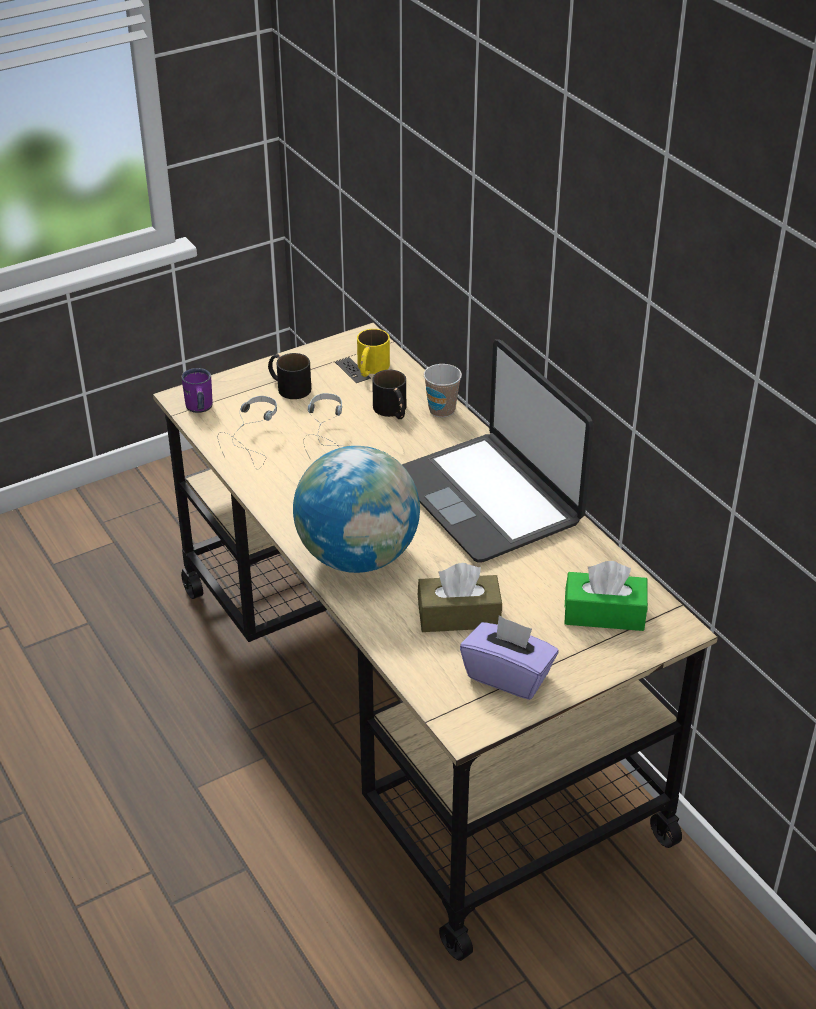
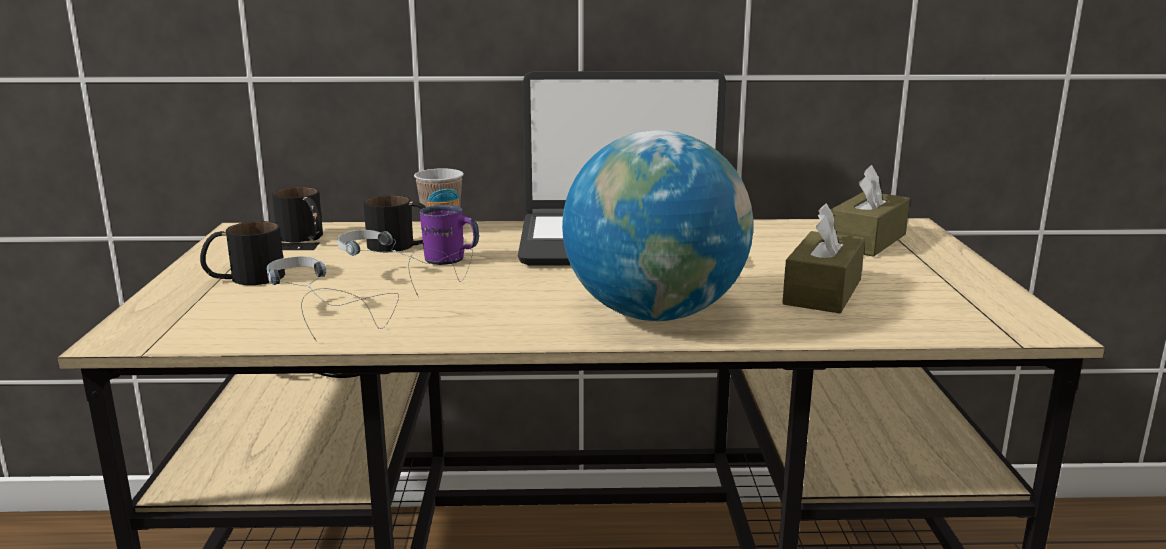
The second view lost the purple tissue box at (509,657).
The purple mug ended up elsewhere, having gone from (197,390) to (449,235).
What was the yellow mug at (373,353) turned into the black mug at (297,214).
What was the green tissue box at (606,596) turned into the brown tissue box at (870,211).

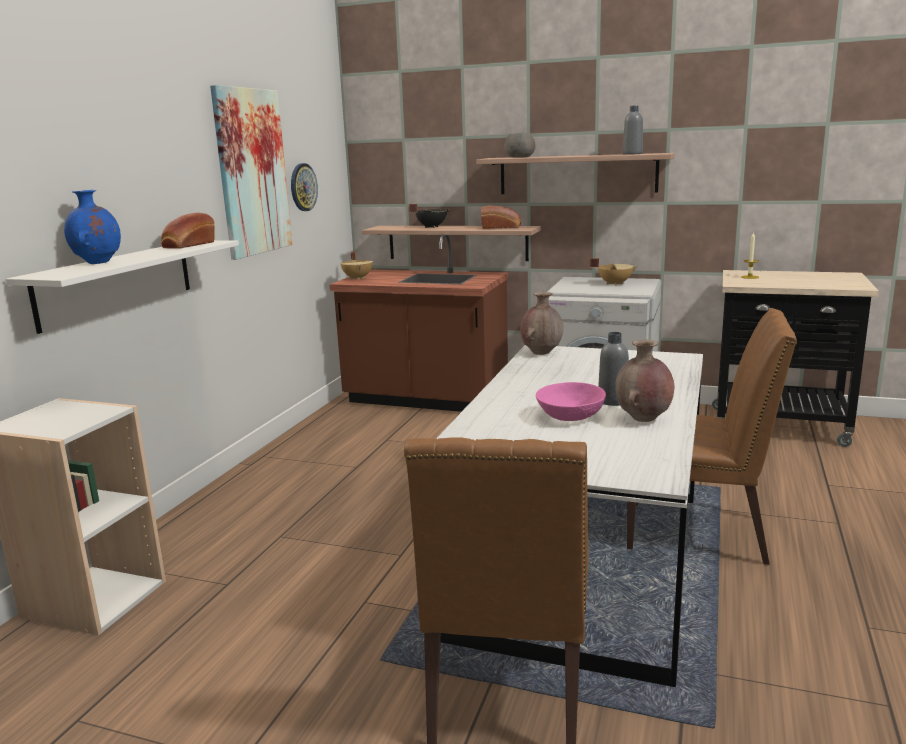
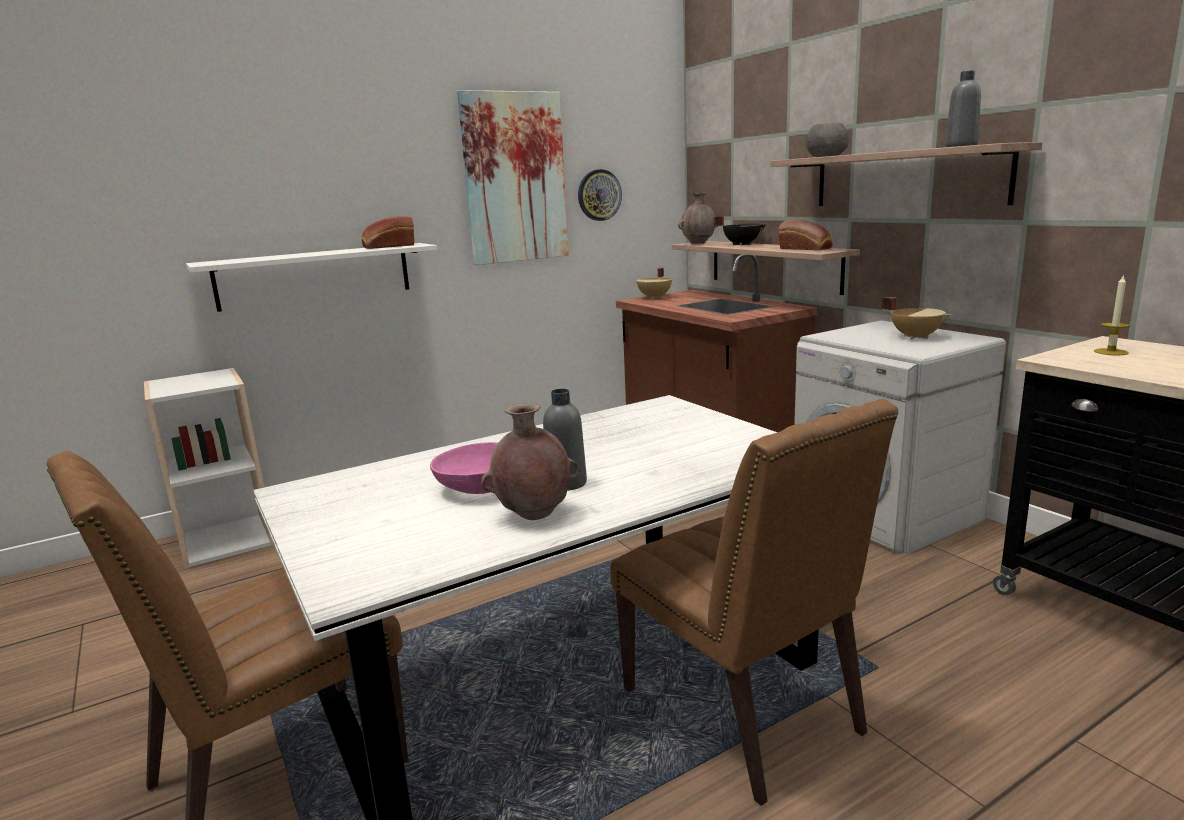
The second view lost the blue vase at (92,227).
The brown vase ended up elsewhere, having gone from (542,323) to (697,218).

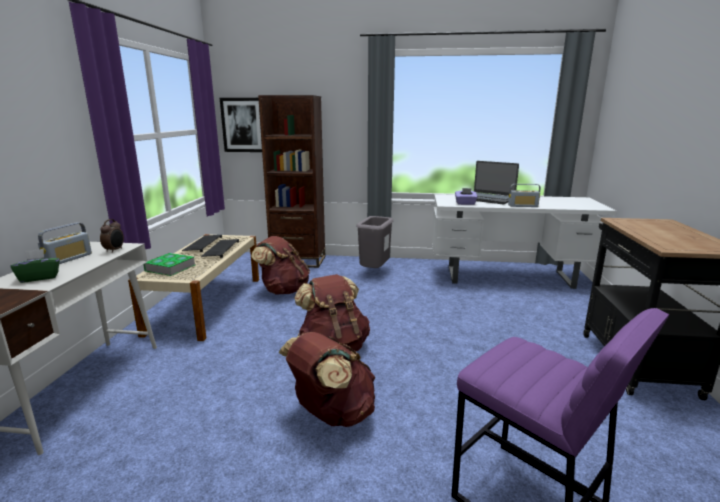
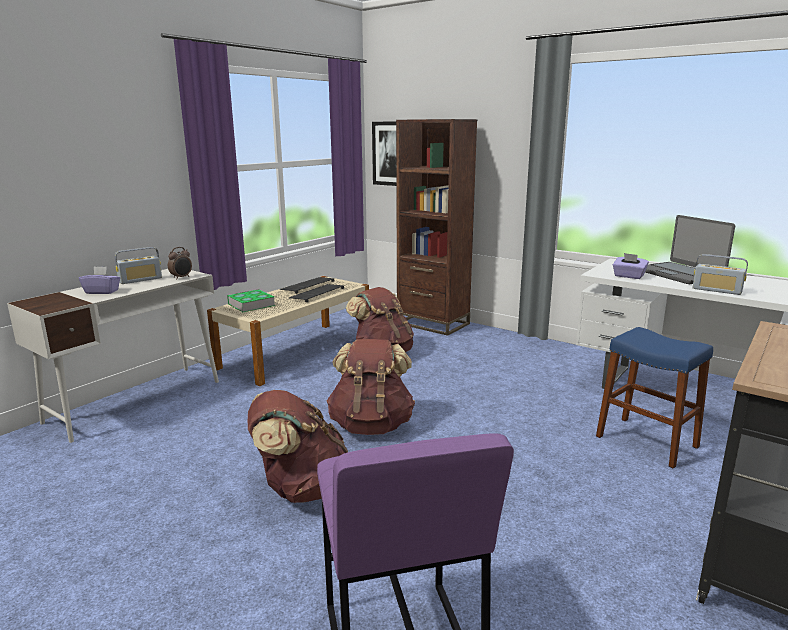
The second view lost the grey trash can at (374,242).
The second view gained the blue stool at (654,398).
What was the green tissue box at (35,266) turned into the purple tissue box at (99,280).

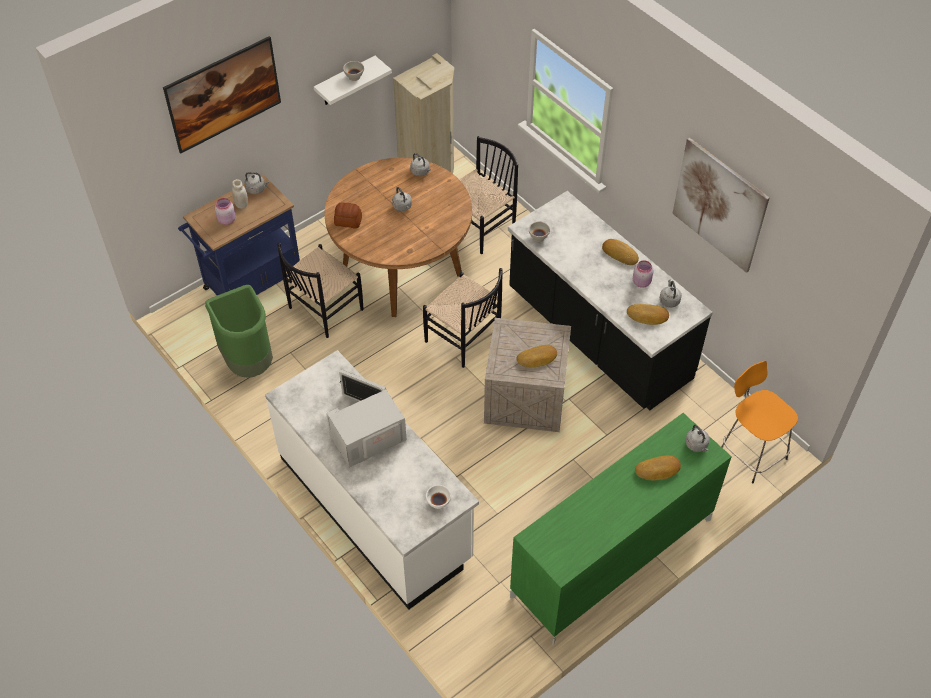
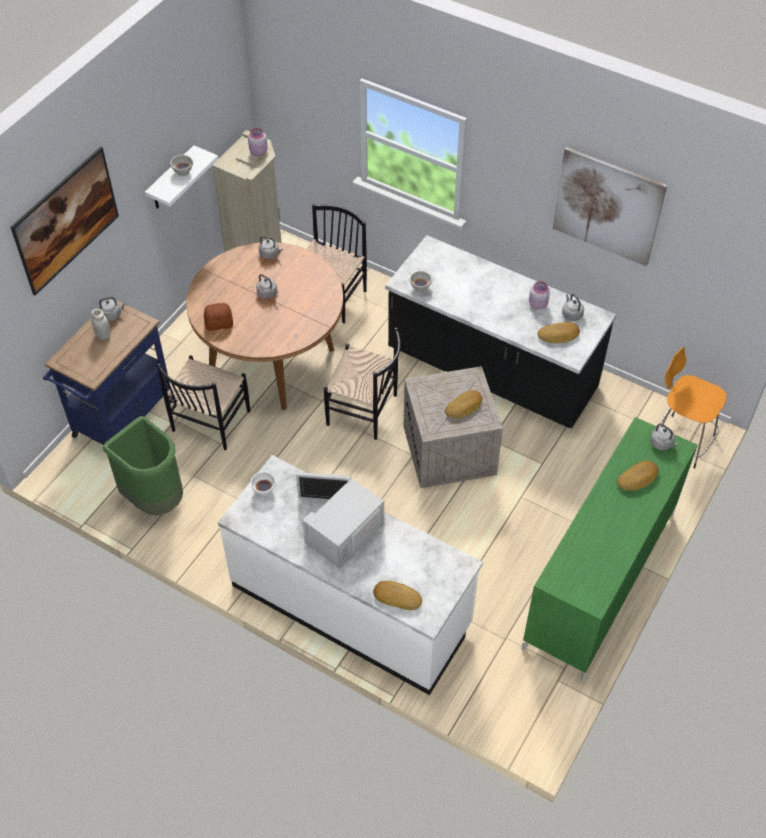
The pink jar ended up elsewhere, having gone from (225,211) to (258,142).
The white bowl ended up elsewhere, having gone from (438,497) to (263,484).
The bread ended up elsewhere, having gone from (620,252) to (397,595).

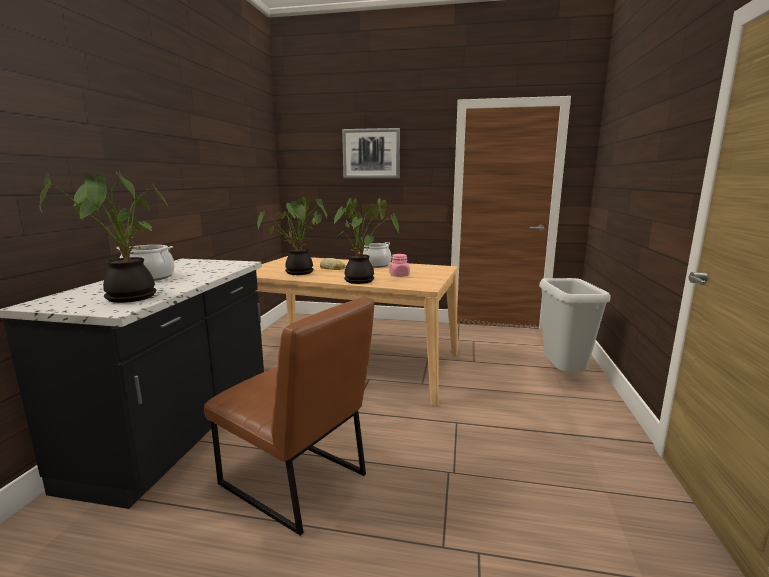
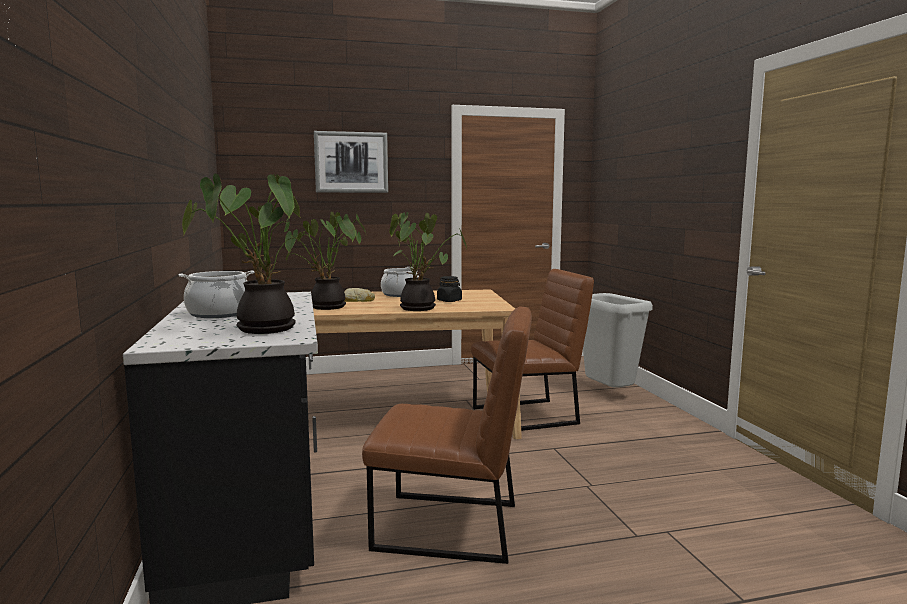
The second view gained the brown chair at (532,350).
What was the pink jar at (399,265) turned into the black jar at (449,289).

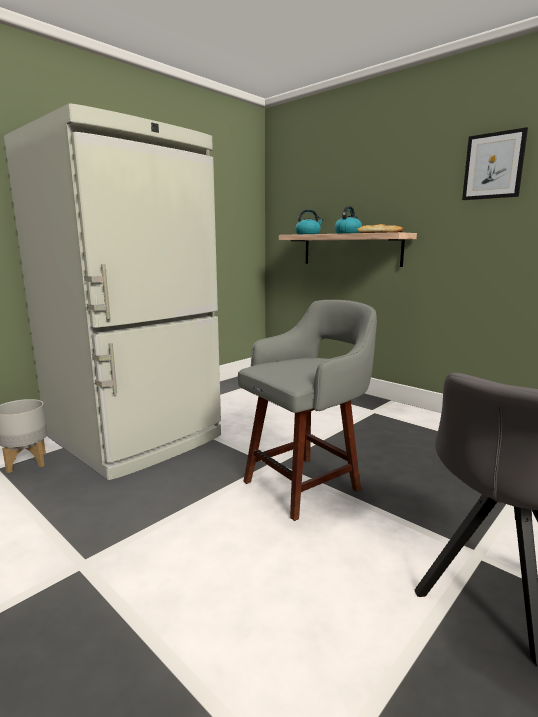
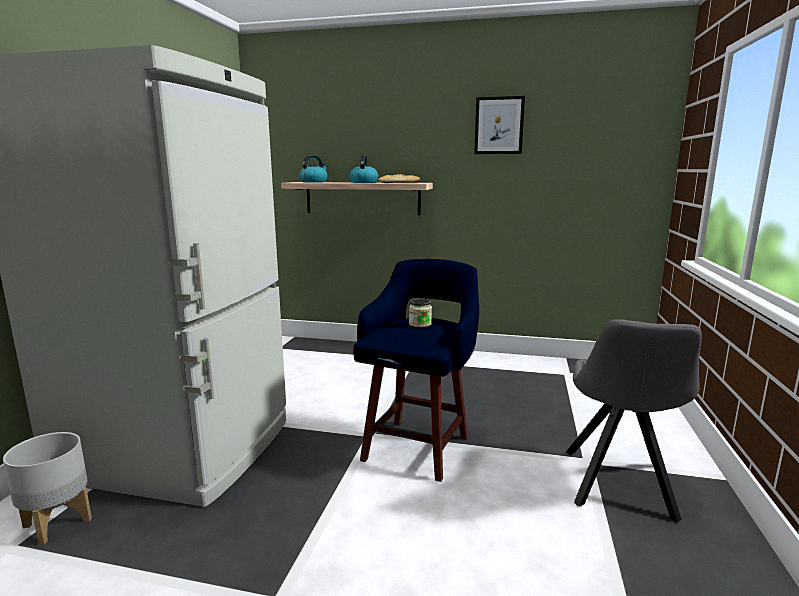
The second view gained the jar at (420,313).
What was the grey stool at (307,410) turned into the blue stool at (416,370).

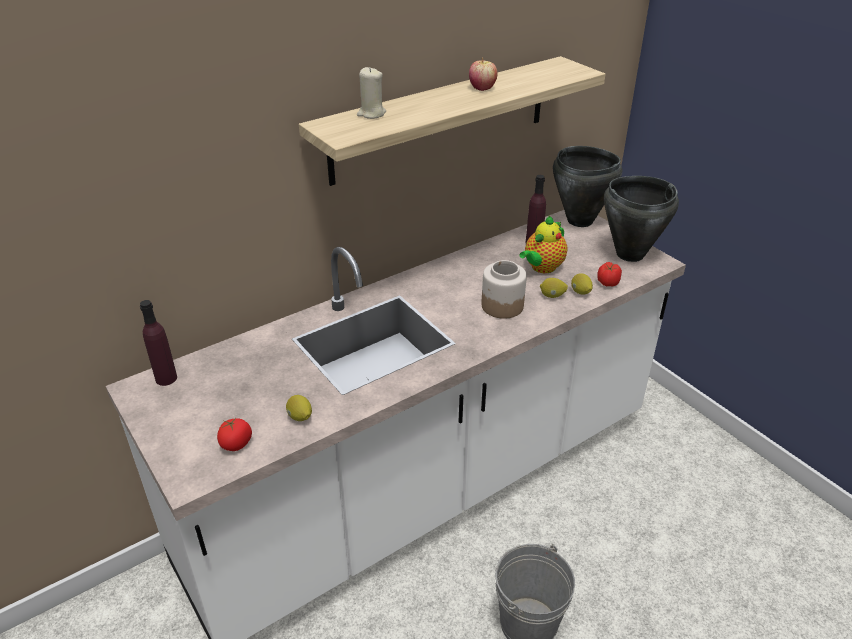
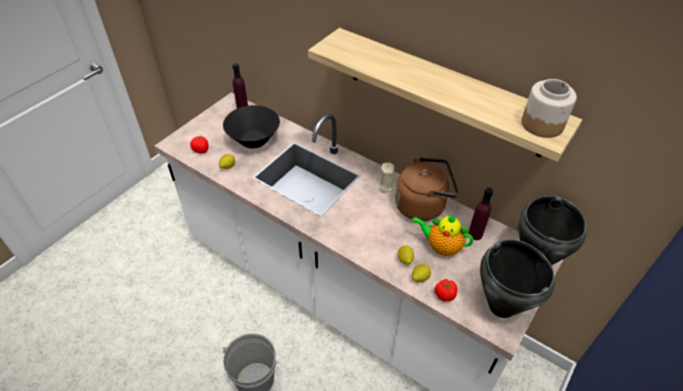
The second view lost the apple at (483,74).
The second view gained the black bowl at (251,126).
The second view gained the brown kettle at (427,189).
The beige candle ended up elsewhere, having gone from (371,93) to (386,177).
The jar ended up elsewhere, having gone from (504,289) to (549,108).

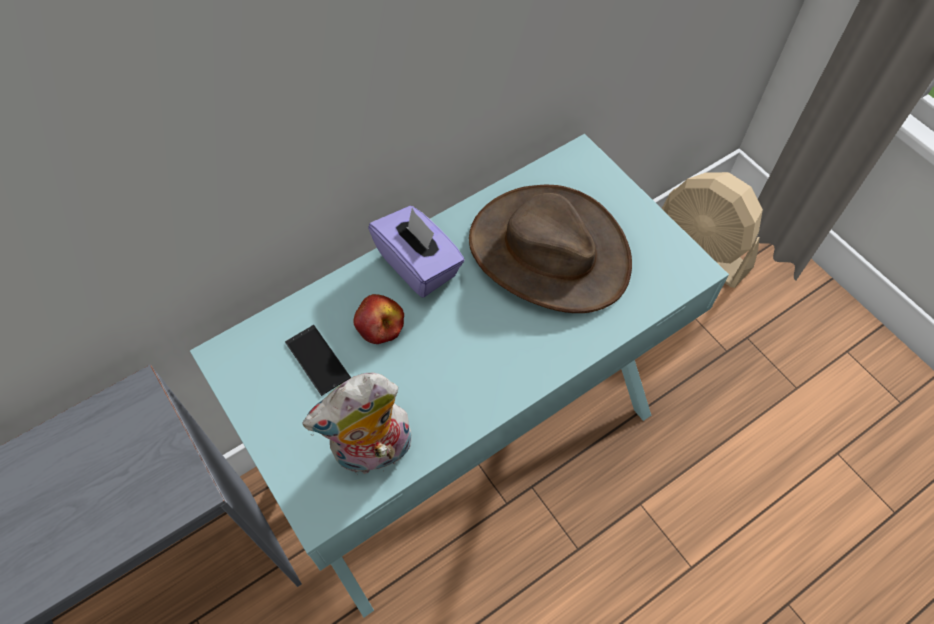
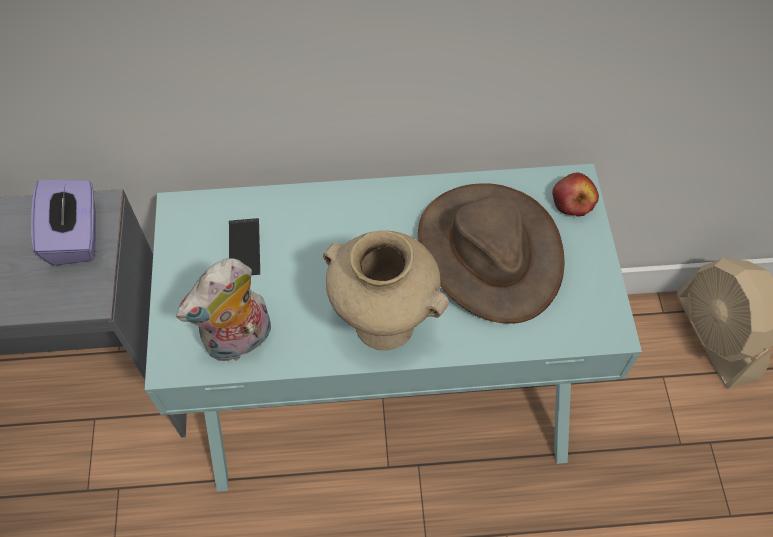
The second view gained the beige vase at (386,291).
The apple ended up elsewhere, having gone from (378,319) to (575,195).
The purple tissue box ended up elsewhere, having gone from (416,252) to (63,223).
The plush toy at (356,423) ended up facing another way, 45 degrees counterclockwise from before.

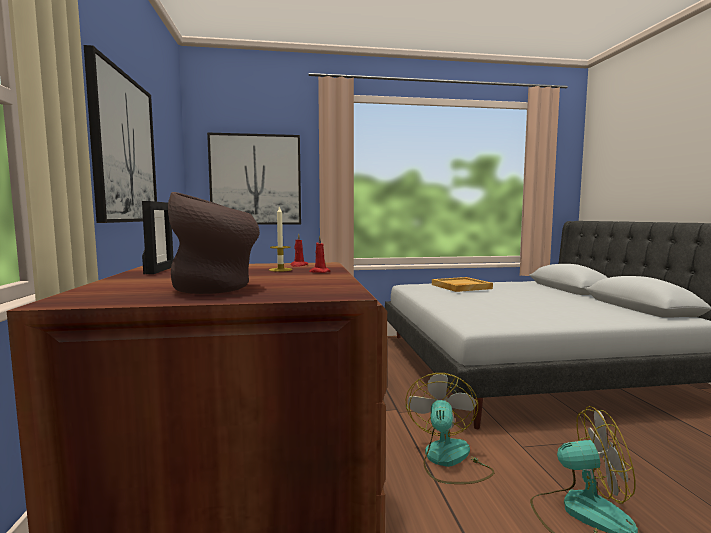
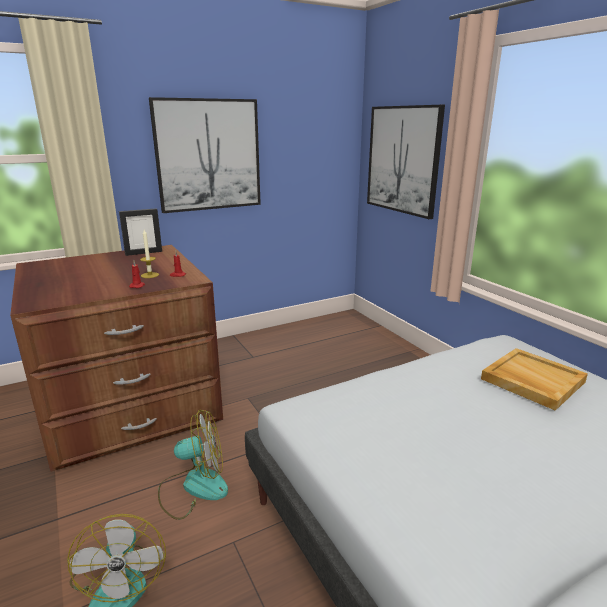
The second view lost the brown vase at (214,243).

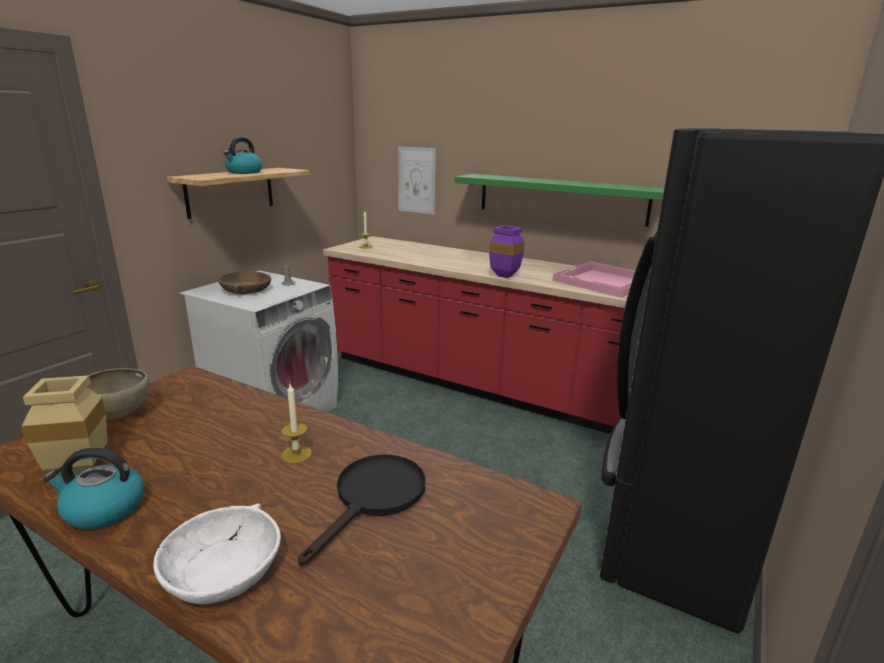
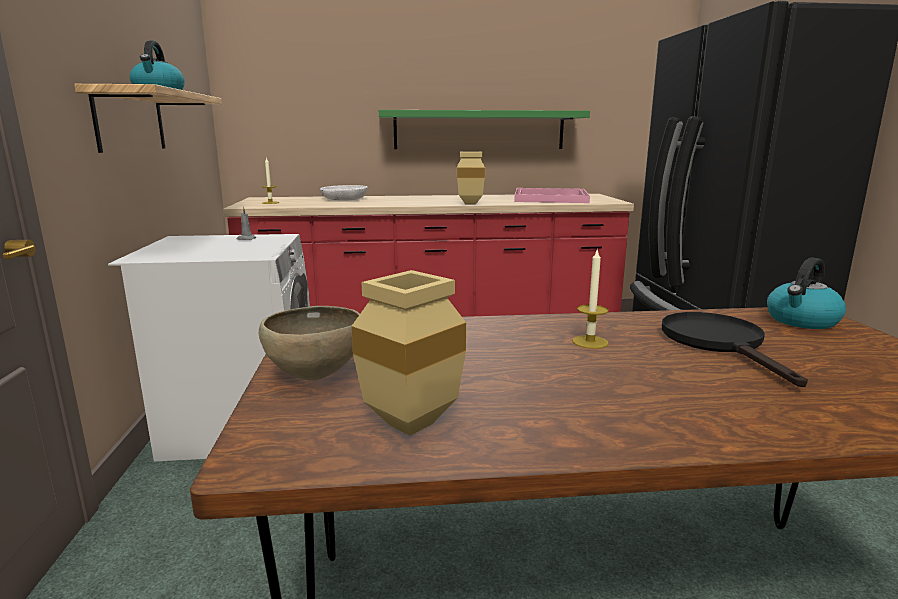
The second view lost the brown bowl at (244,283).
The second view lost the picture at (417,181).
The kettle ended up elsewhere, having gone from (93,488) to (806,293).
The white bowl ended up elsewhere, having gone from (217,553) to (344,192).
What was the purple vase at (507,251) turned into the beige vase at (471,178).

